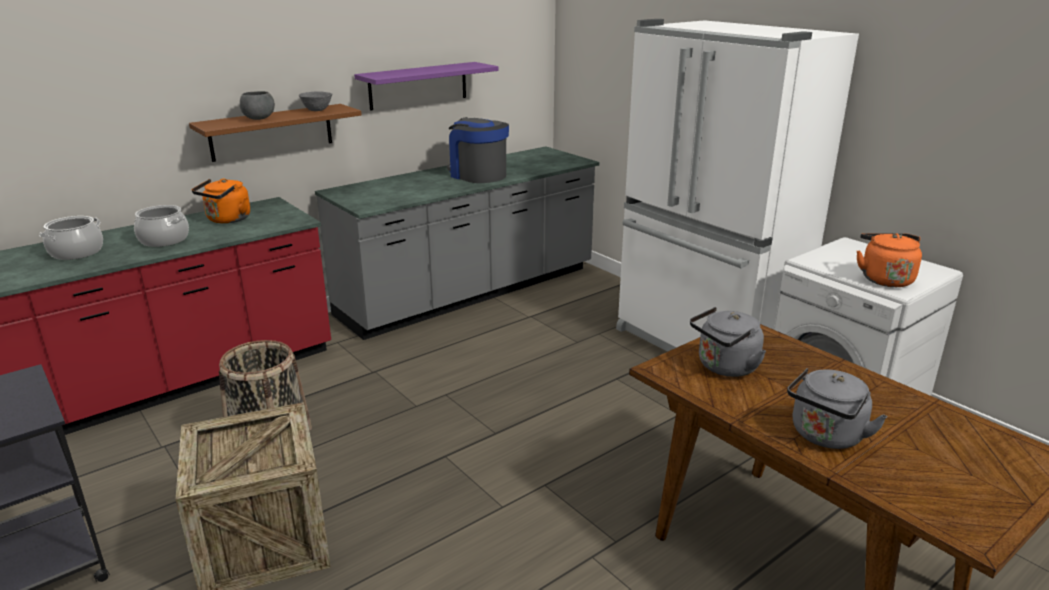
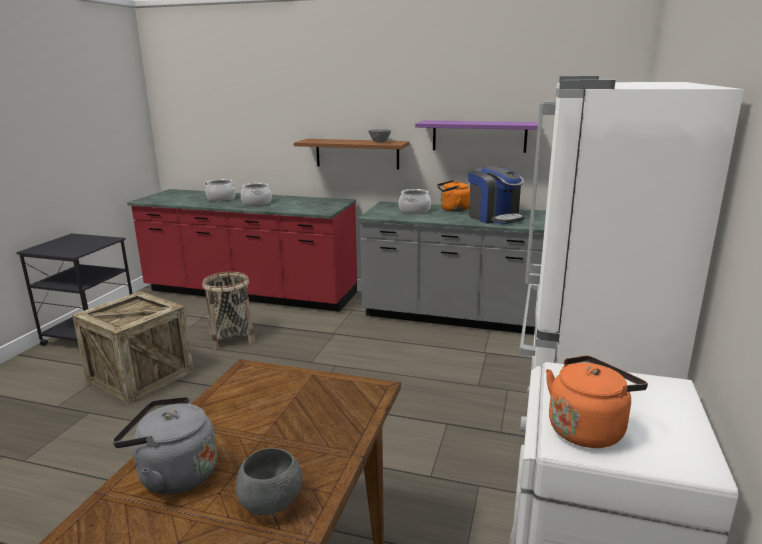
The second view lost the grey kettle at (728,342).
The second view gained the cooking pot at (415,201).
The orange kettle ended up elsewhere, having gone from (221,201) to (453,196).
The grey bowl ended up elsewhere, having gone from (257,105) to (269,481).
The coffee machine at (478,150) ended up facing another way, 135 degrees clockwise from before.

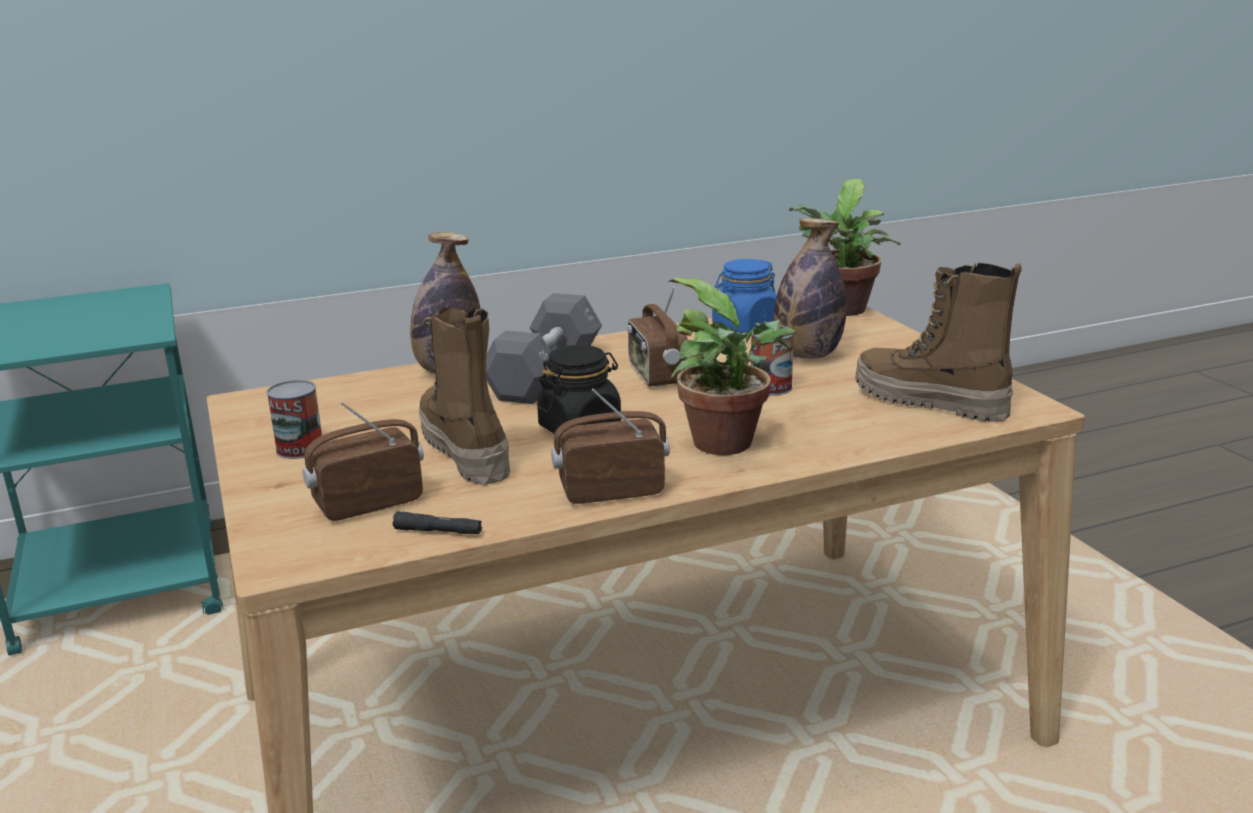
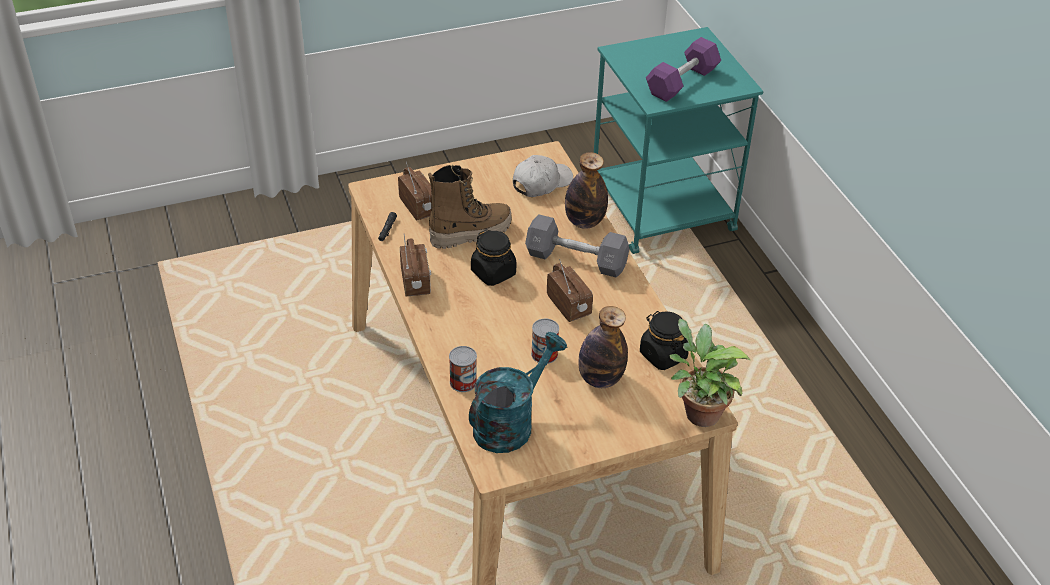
The second view lost the potted plant at (731,366).
The second view gained the white cap at (543,176).
The second view gained the purple dumbbell at (683,69).
The can ended up elsewhere, having gone from (294,419) to (463,369).
Where the boot stood at (938,342), the turquoise watering can came to stand at (518,392).
What was the blue jar at (744,296) turned into the black jar at (664,340).
The radio at (657,337) ended up facing another way, 75 degrees clockwise from before.

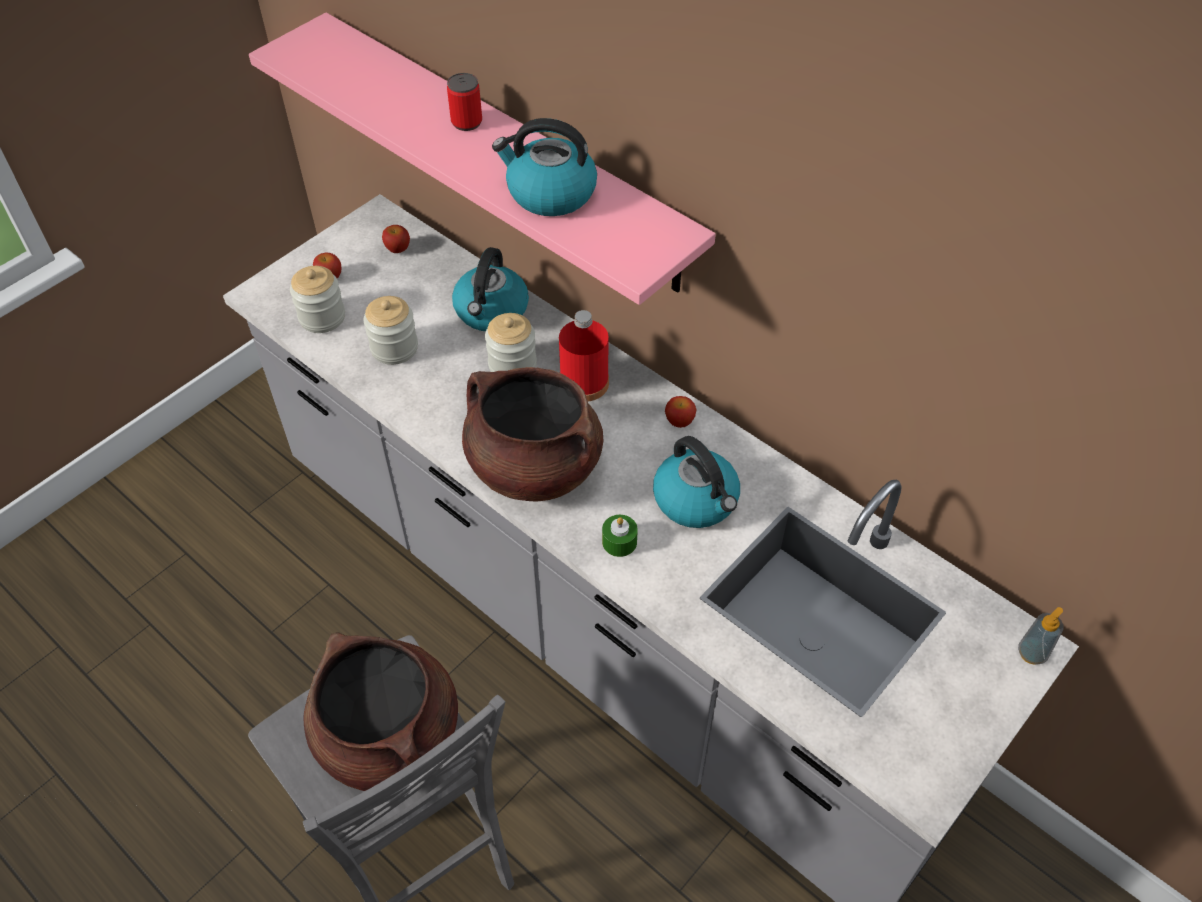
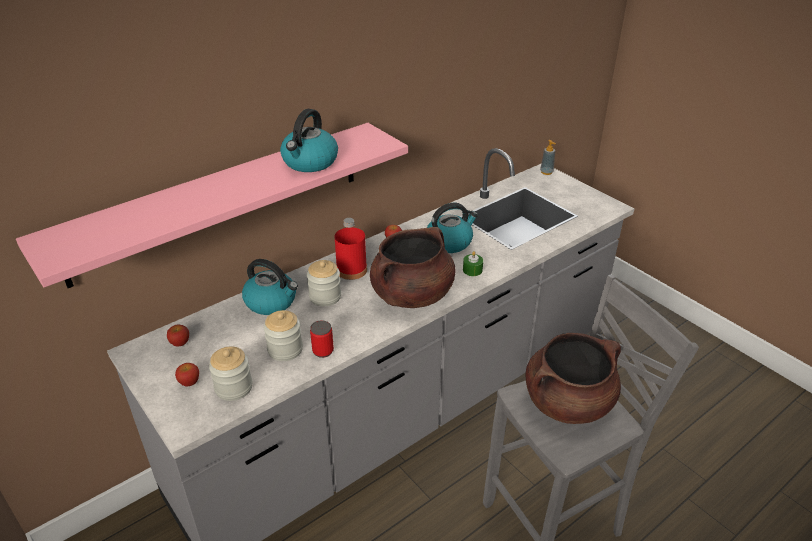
The can ended up elsewhere, having gone from (464,102) to (322,339).

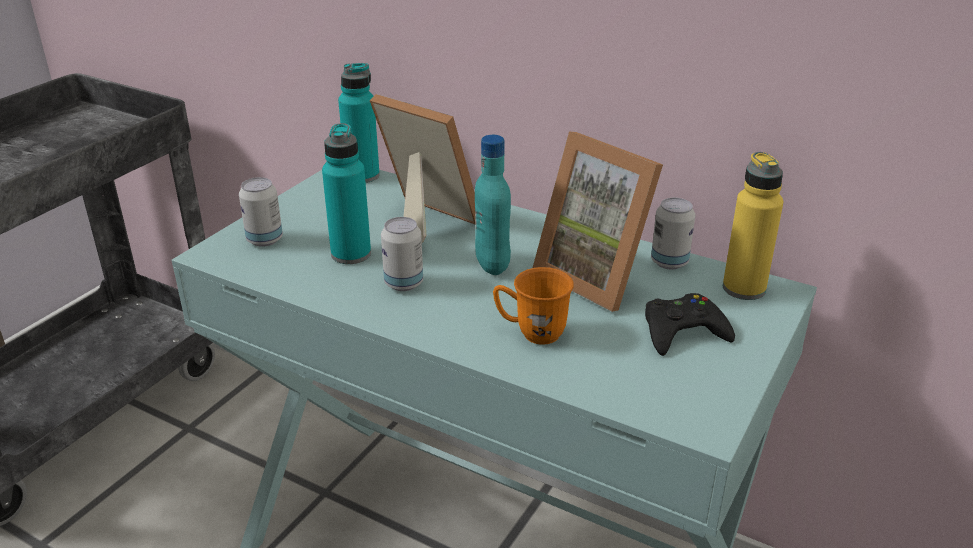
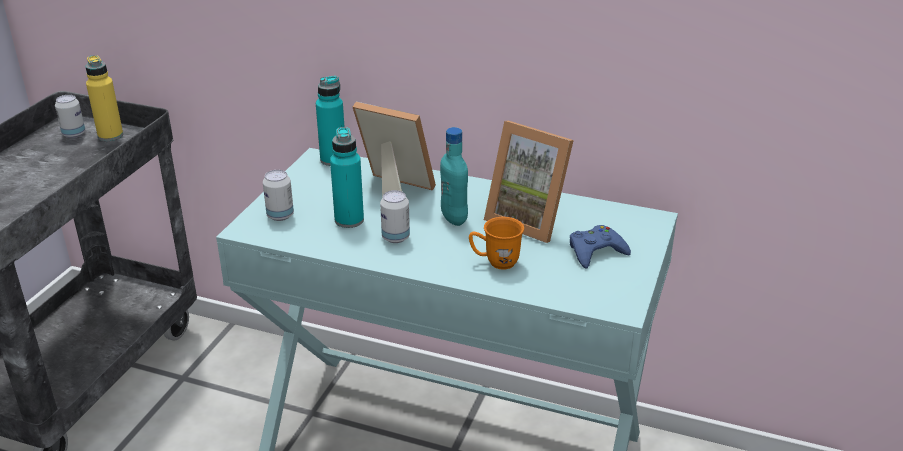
The can ended up elsewhere, having gone from (673,234) to (70,116).
The yellow bottle ended up elsewhere, having gone from (753,226) to (104,98).
What was the black game controller at (690,324) turned into the blue game controller at (600,246).

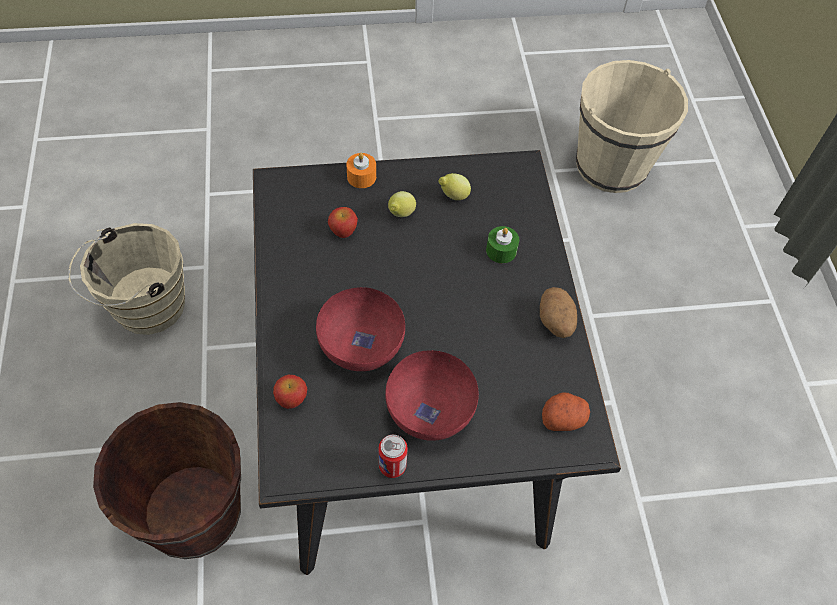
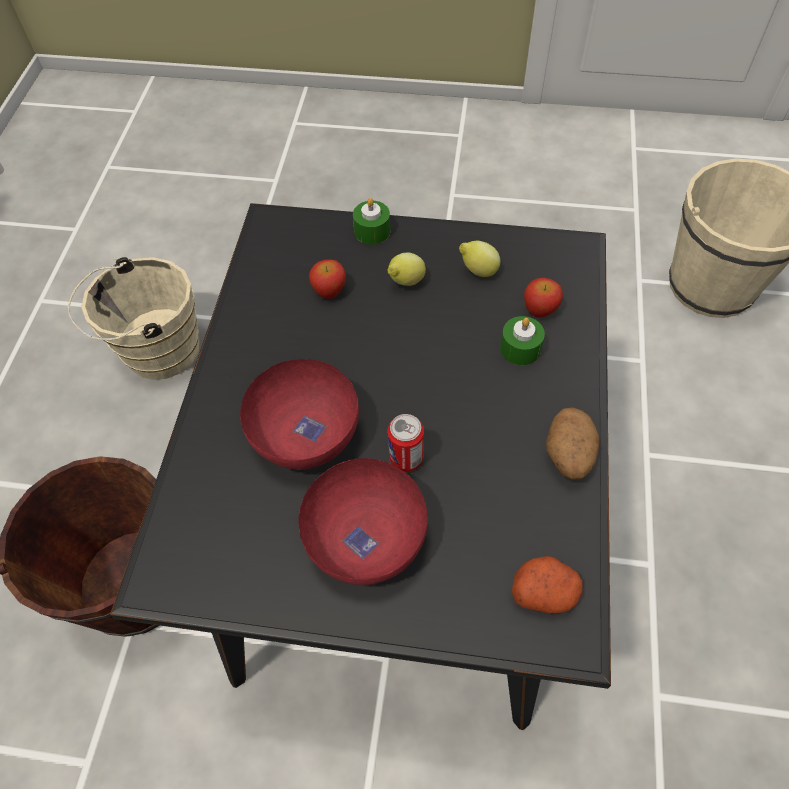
The apple ended up elsewhere, having gone from (290,392) to (543,297).
The can ended up elsewhere, having gone from (393,456) to (406,443).
What was the orange candle at (361,170) turned into the green candle at (371,221).

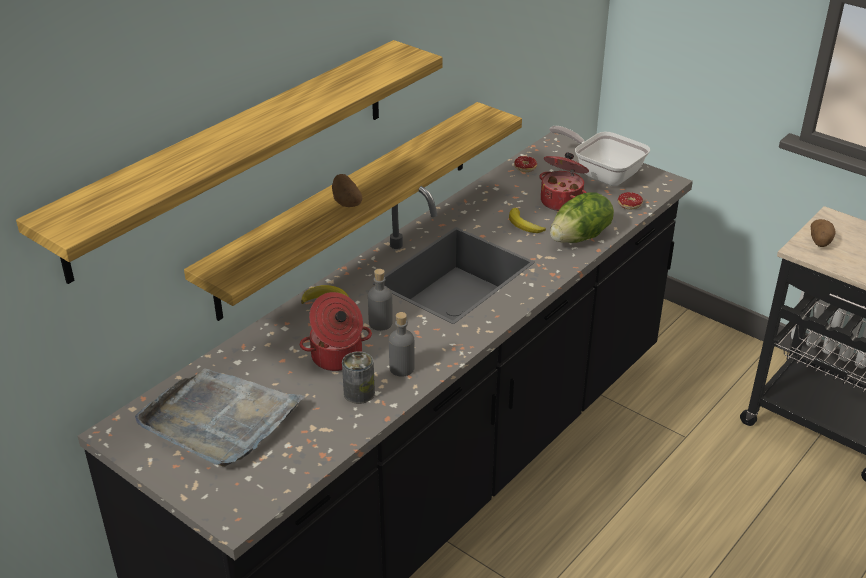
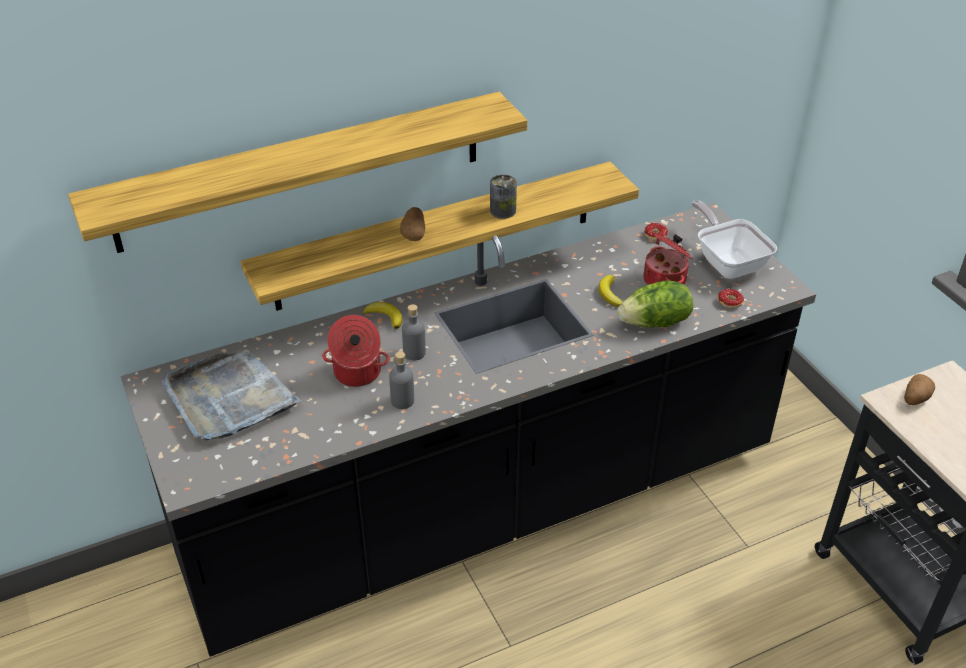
The can ended up elsewhere, having gone from (358,377) to (503,196).

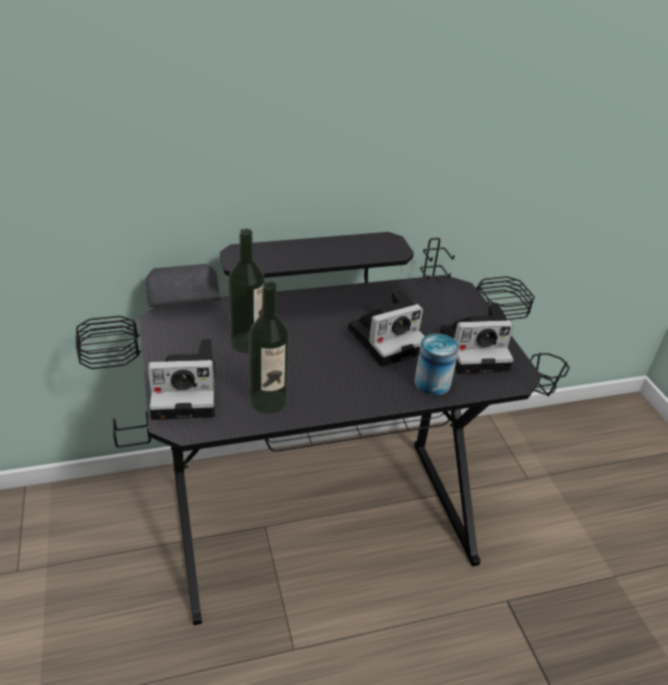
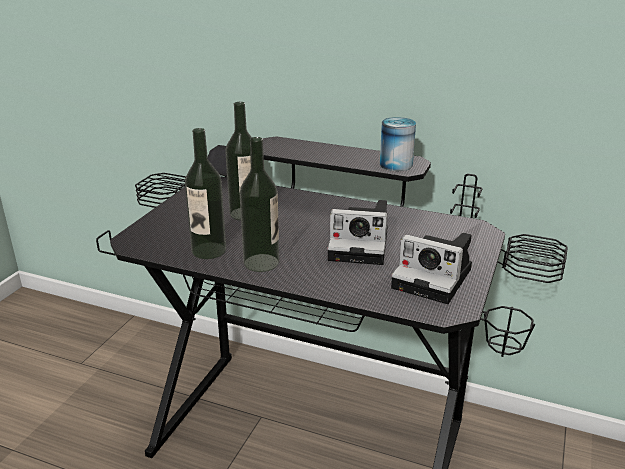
The second view lost the photo camera at (181,379).
The second view gained the bottle at (259,204).
The can ended up elsewhere, having gone from (436,364) to (398,144).

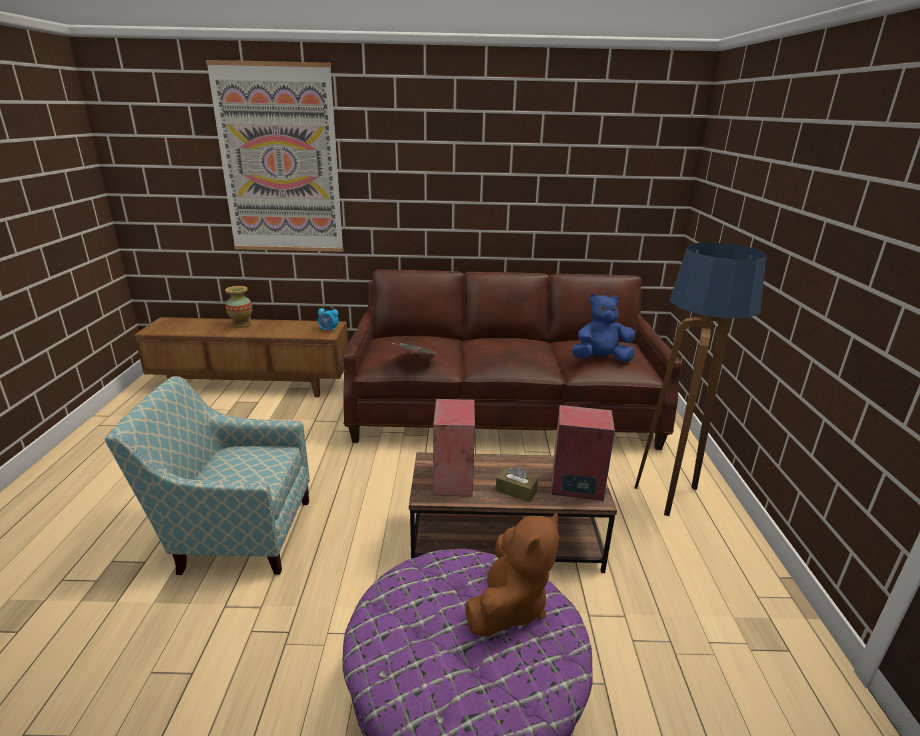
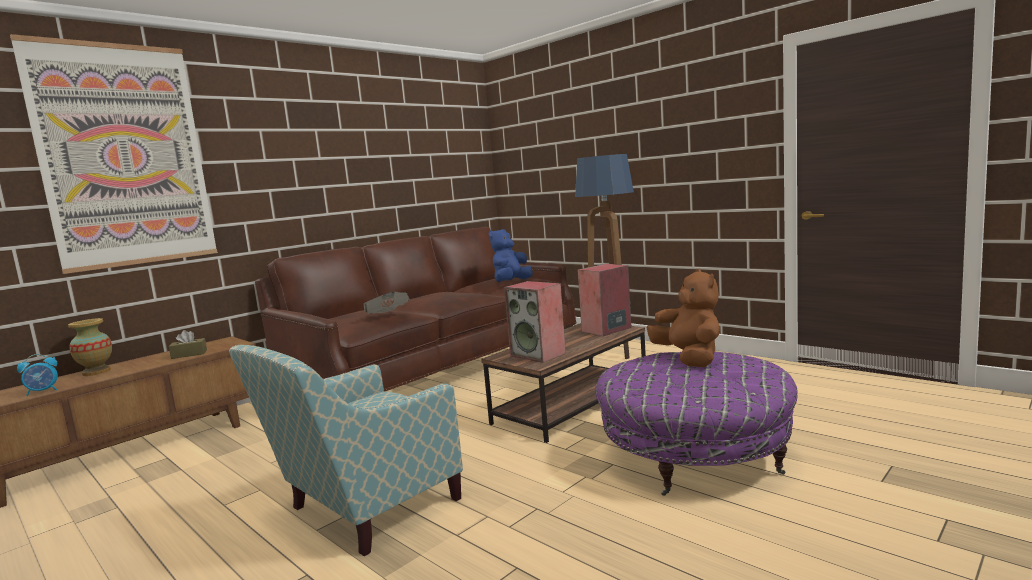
The alarm clock ended up elsewhere, having gone from (328,318) to (37,375).
The brown tissue box ended up elsewhere, having gone from (517,484) to (188,344).

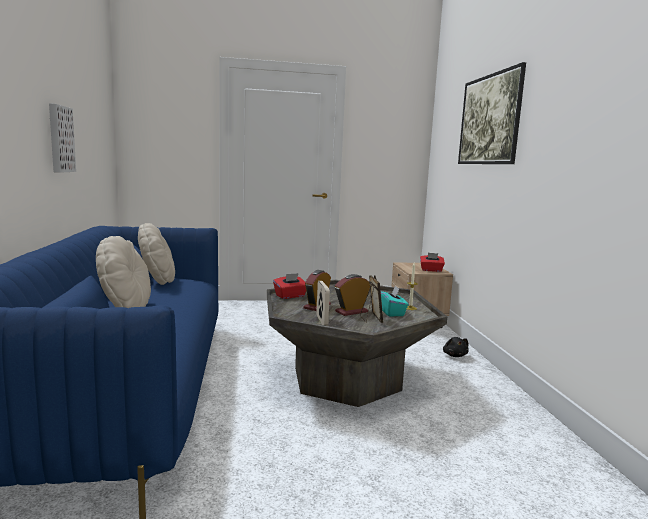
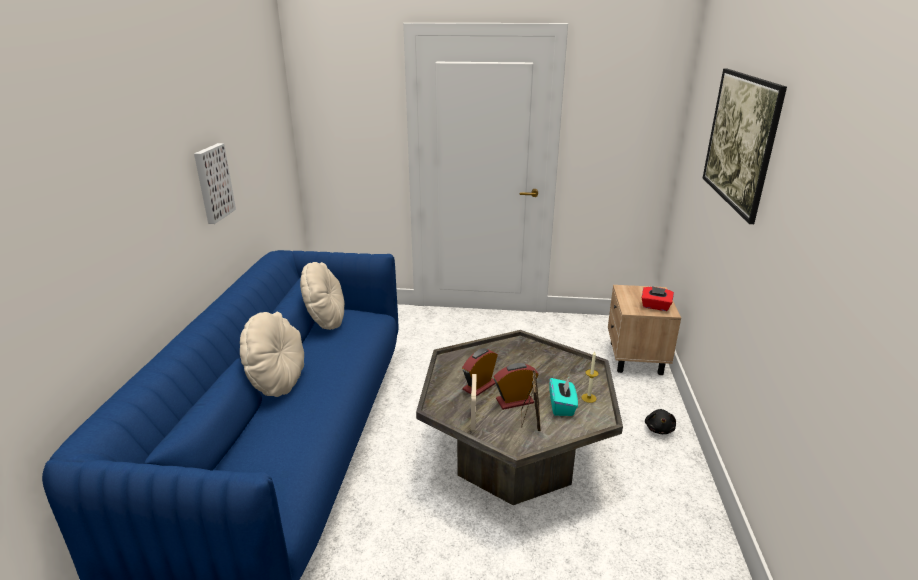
The second view lost the red tissue box at (289,286).

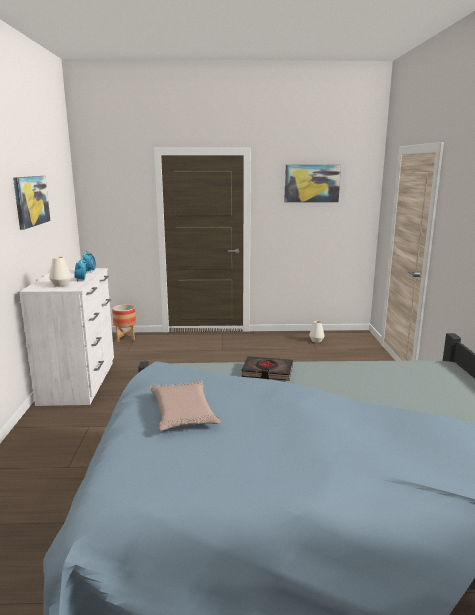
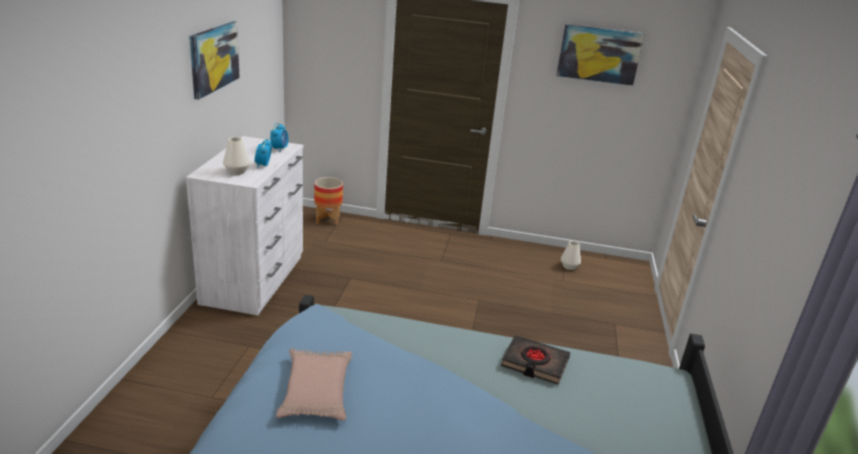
The black book ended up elsewhere, having gone from (267,368) to (536,360).

